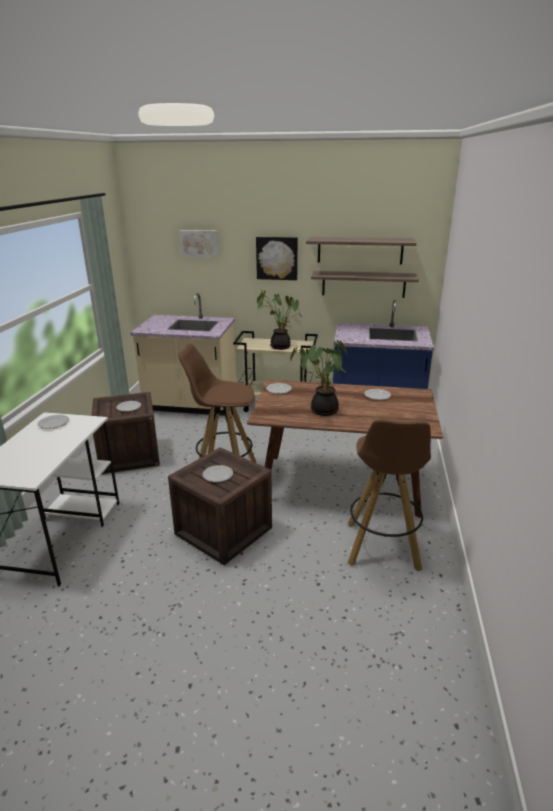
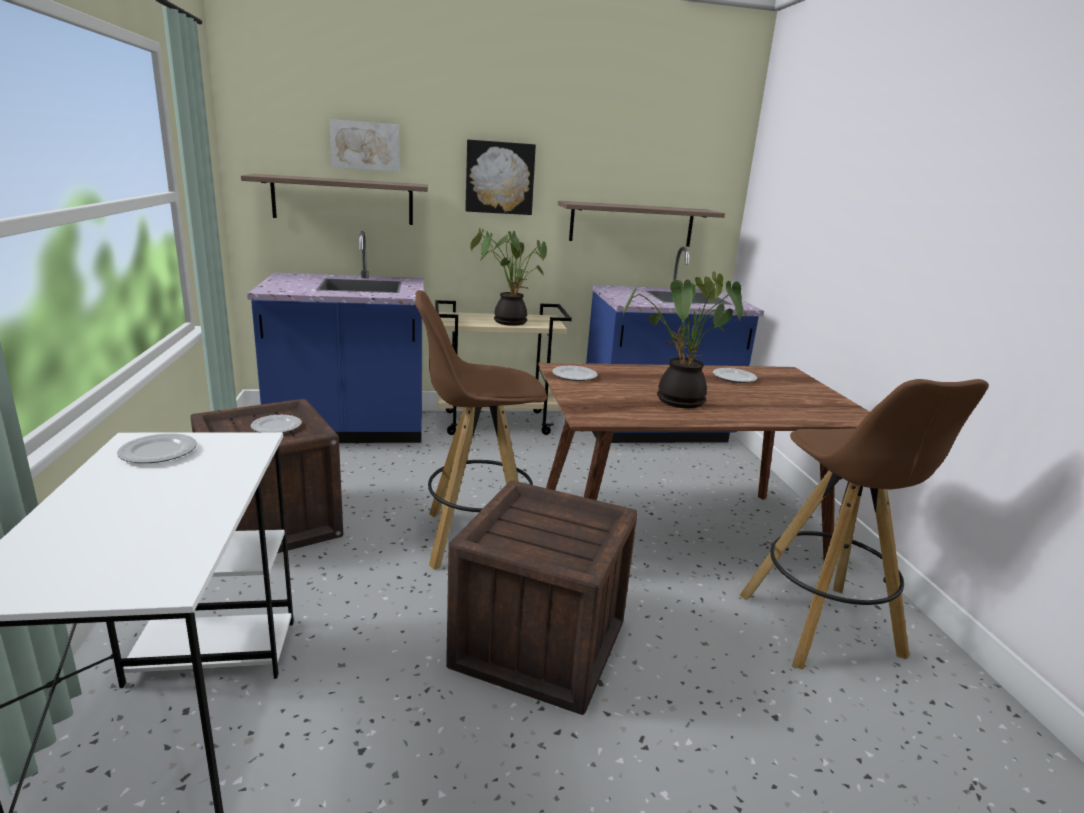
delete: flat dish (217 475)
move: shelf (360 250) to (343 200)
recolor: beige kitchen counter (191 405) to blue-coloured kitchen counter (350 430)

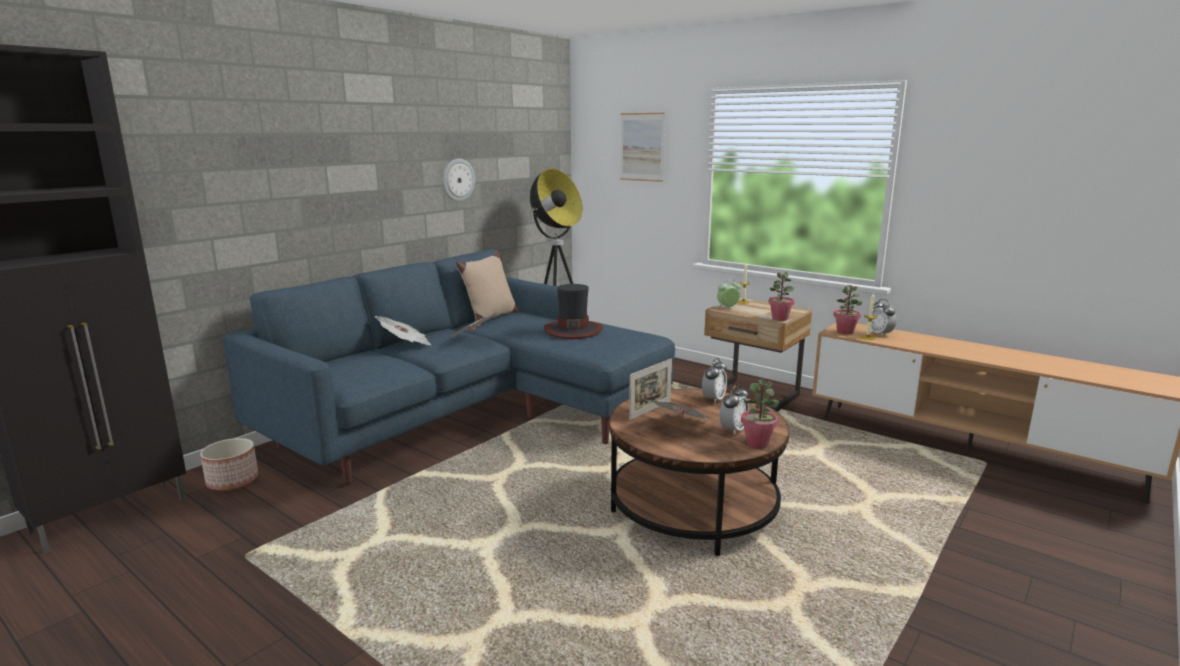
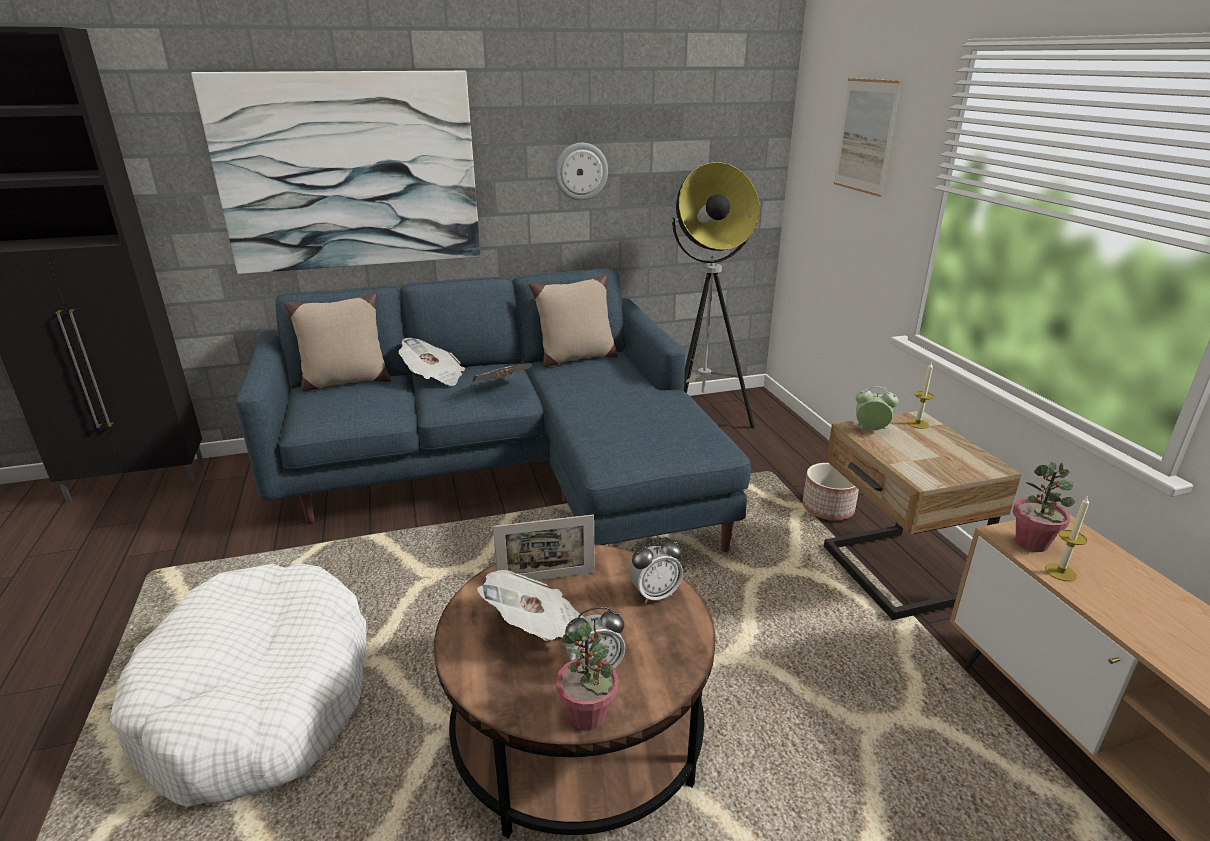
delete: houseplant (779 318); clothing hat (573 330); alarm clock (880 334)
insert: wall picture (350 172); beige cushion (345 382); white-coloured dog bed (260 699)
move: plant pot (233 481) to (828 509)

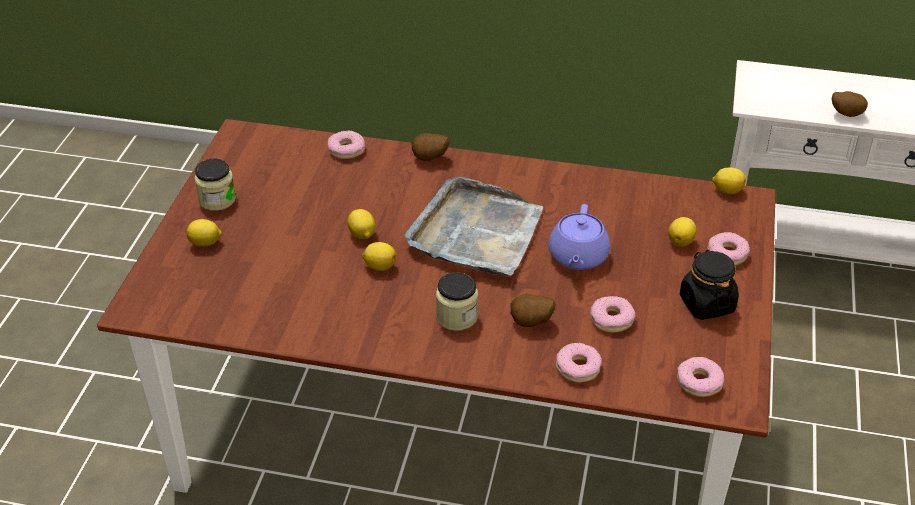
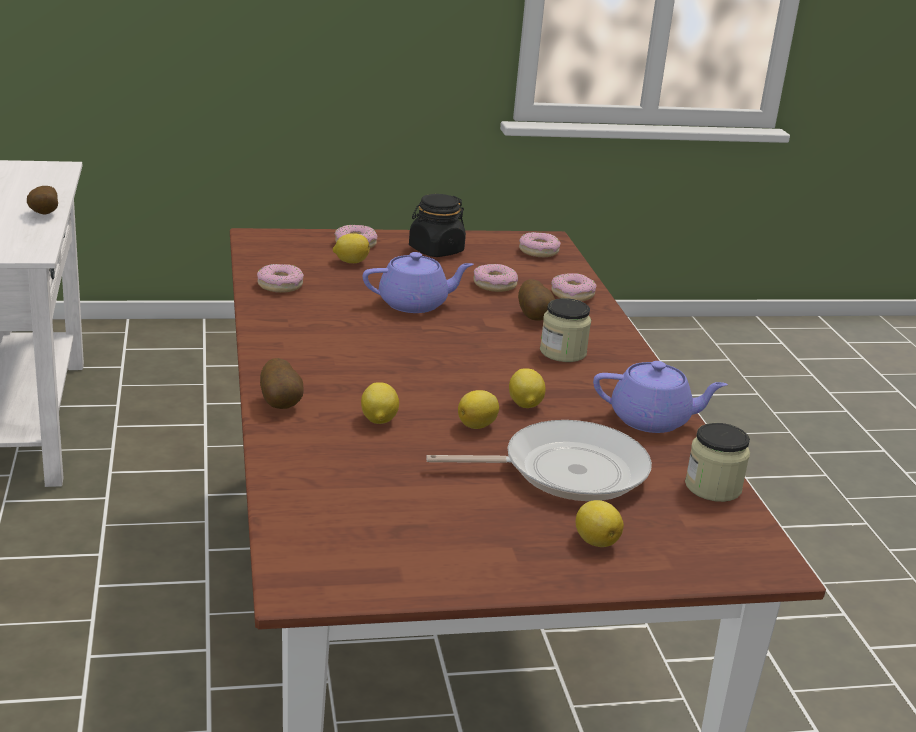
delete: gray tray (476 232)
insert: purple teapot (652 420); frying pan (566 471)
move: doughnut (346 150) to (280 285); preserve jar (217 199) to (713 487); whole lemon (727 190) to (378 420)

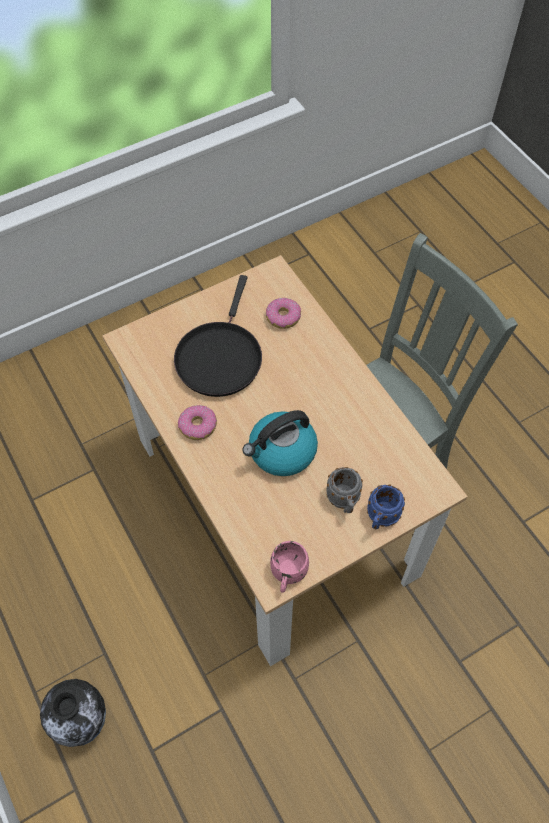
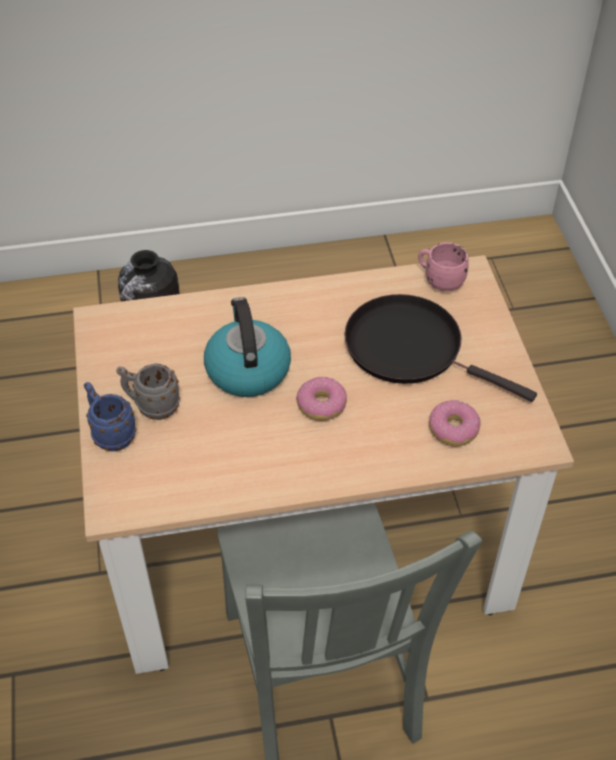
move: doughnut (198 426) to (321 405); pinkish mug (288 574) to (439 280)

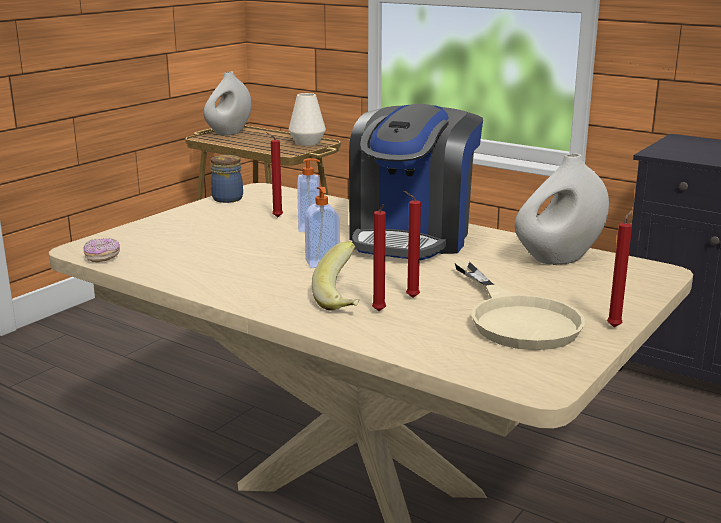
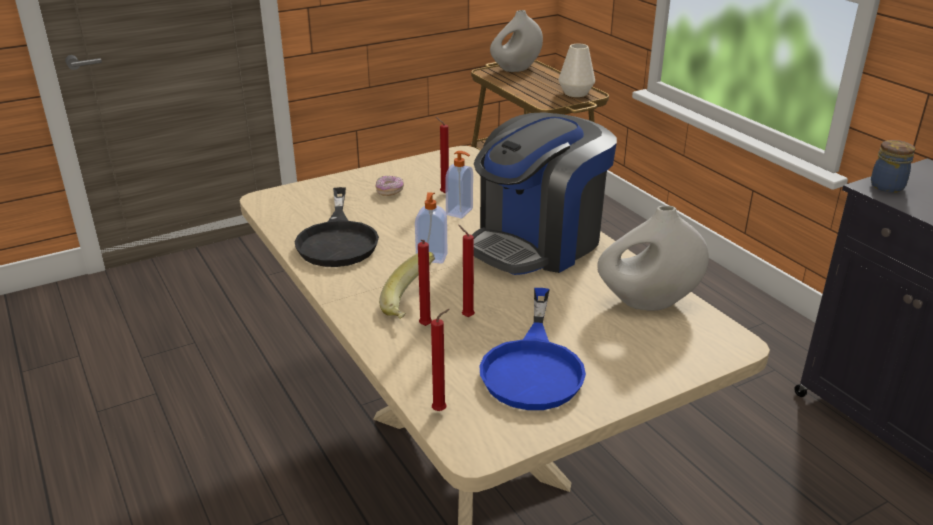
insert: blackish frying pan (338 239)
move: preserve jar (228 198) to (887 186); red-coloured wax light (615 326) to (441 410); doughnut (102 258) to (389 191)
recolor: beige frying pan (516 318) to blue-coloured frying pan (533 366)

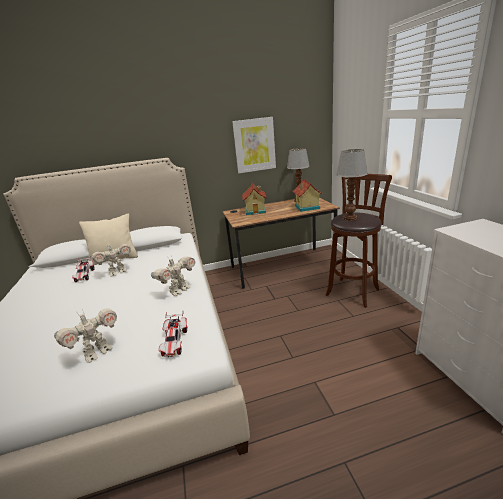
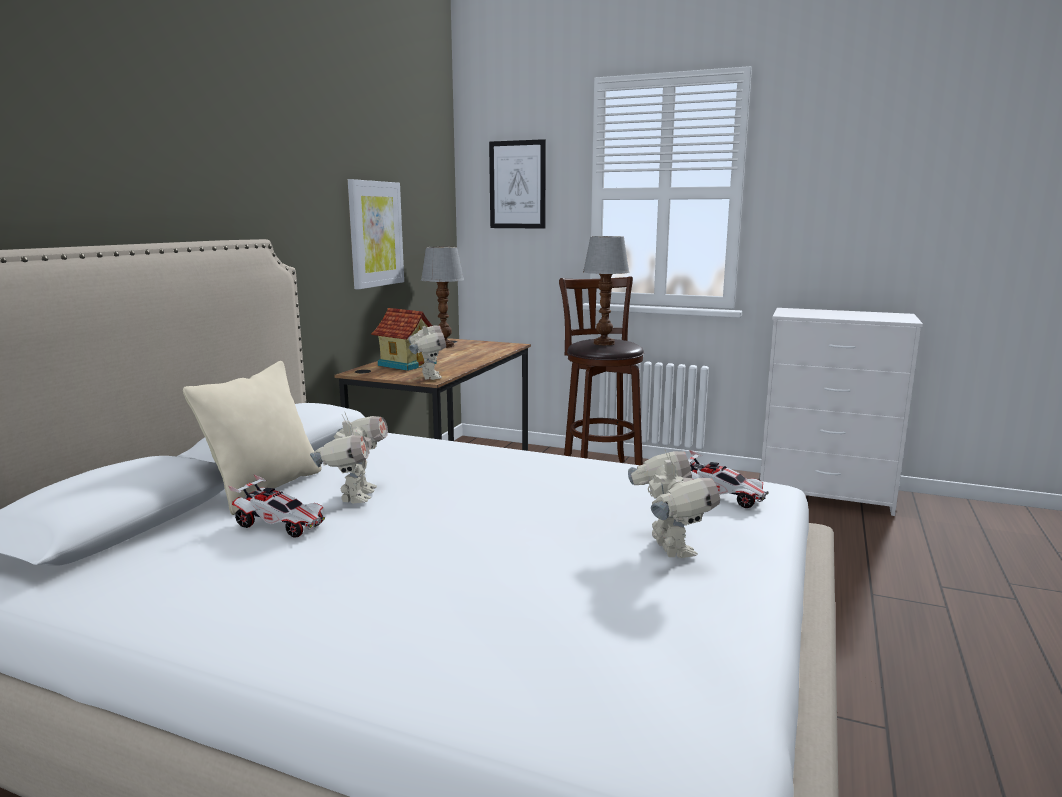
delete: model house (306 207)
insert: wall picture (517 185)
move: robot figure (179 290) to (429 377)

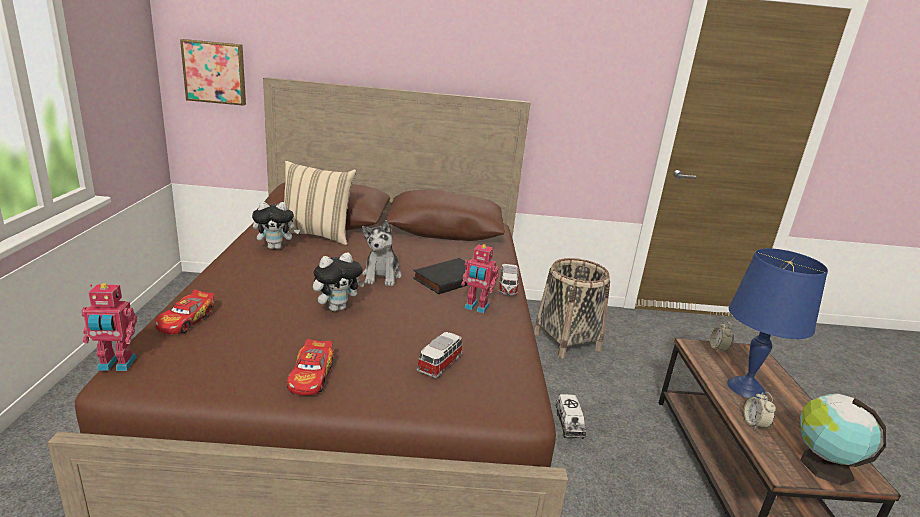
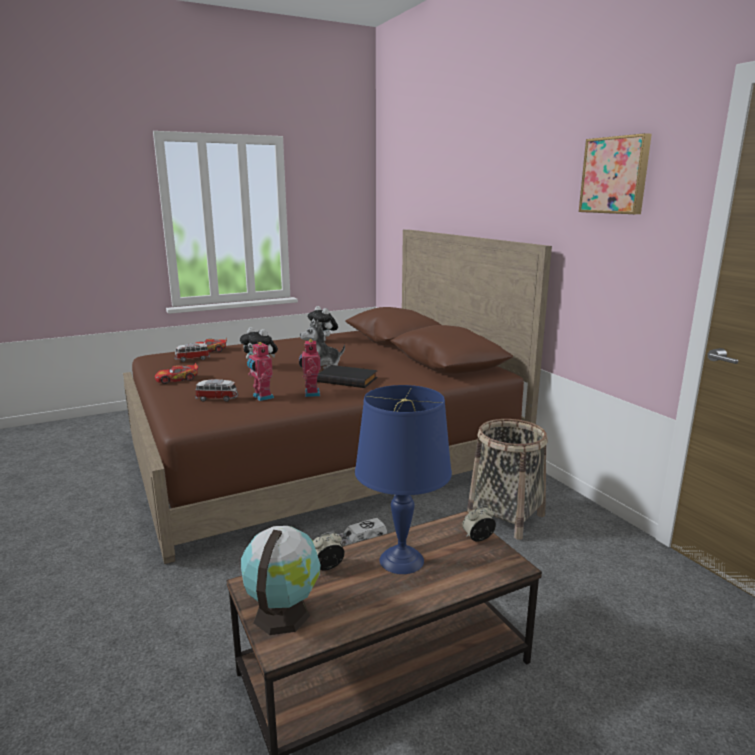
delete: beige cushion (316 235)
move: wall picture (215 72) to (615 175); miniature car (507 288) to (192 359); robot figure (116 365) to (261 397)

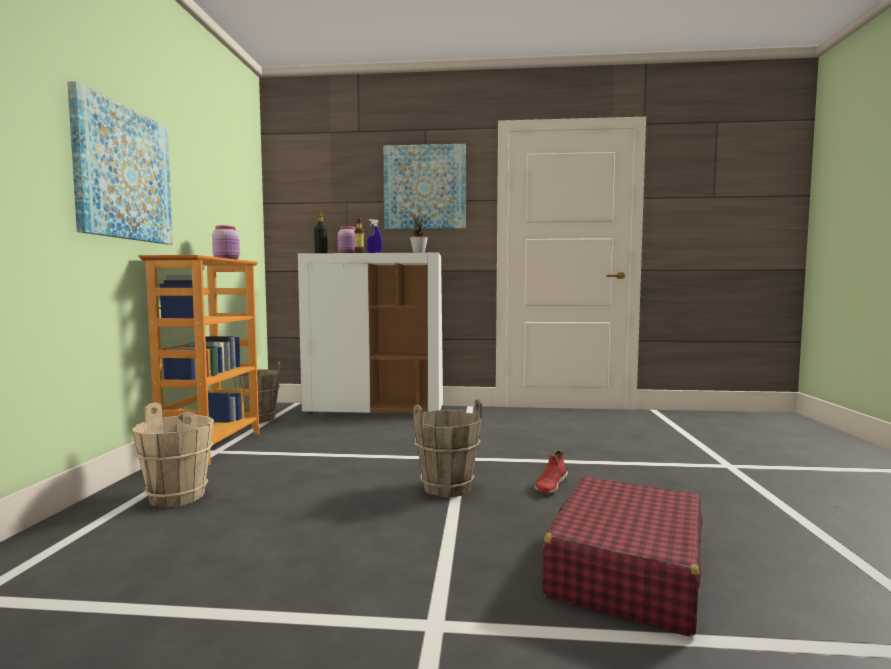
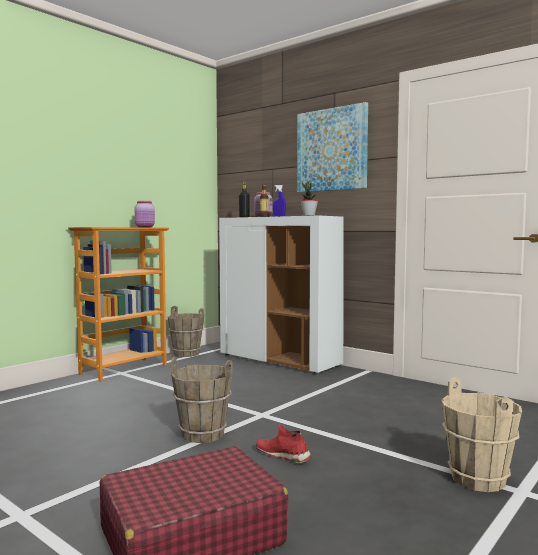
delete: wall picture (123 174)
move: beige water bucket (178 497) to (478 479)
rotate: red-coloured low shoe (550 485) = (283 455) 60 degrees clockwise

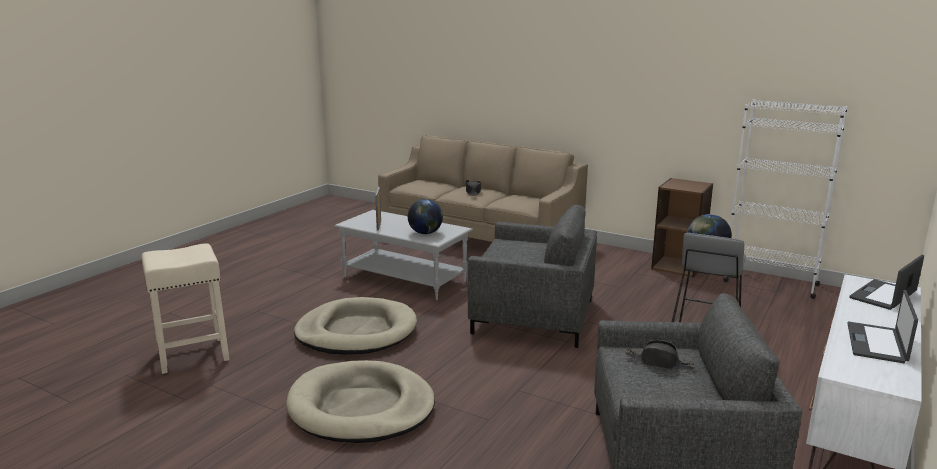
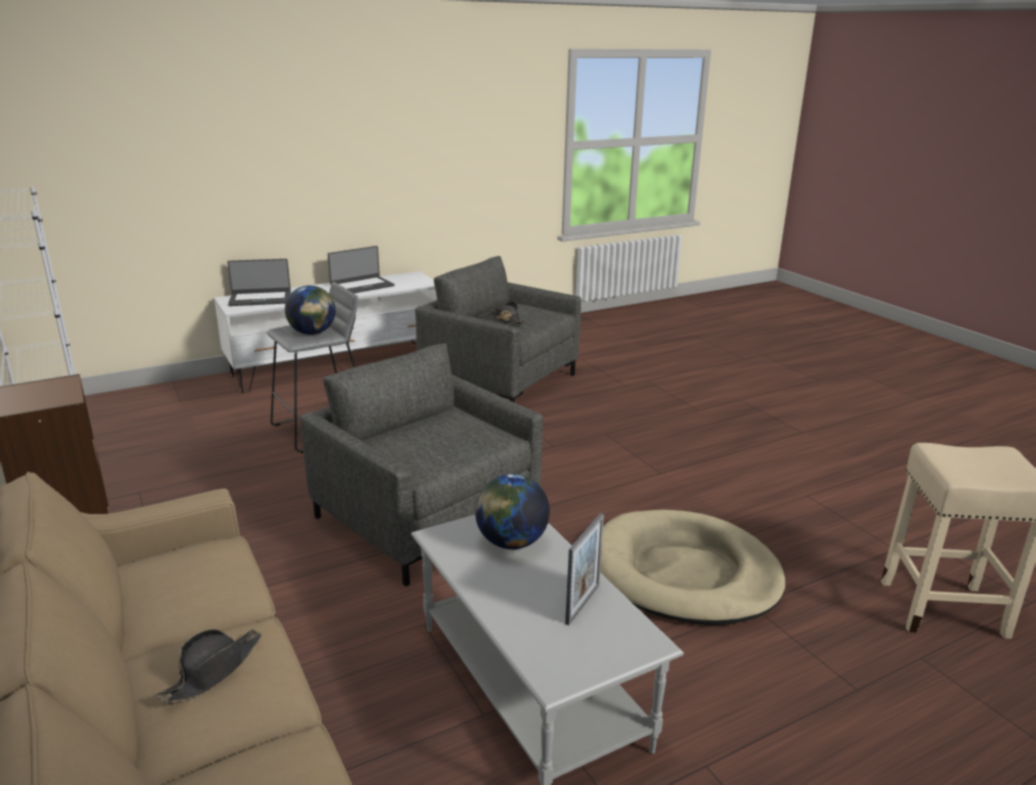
delete: beige dog bed (361 407)

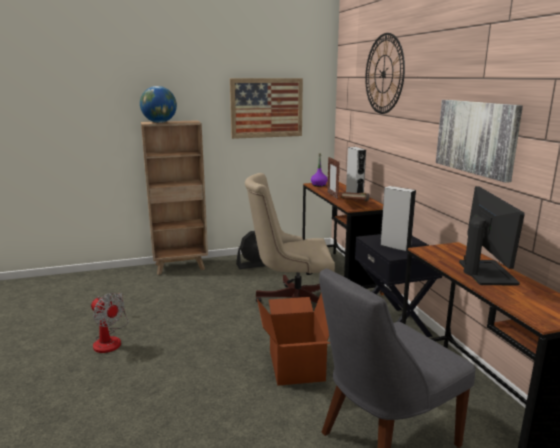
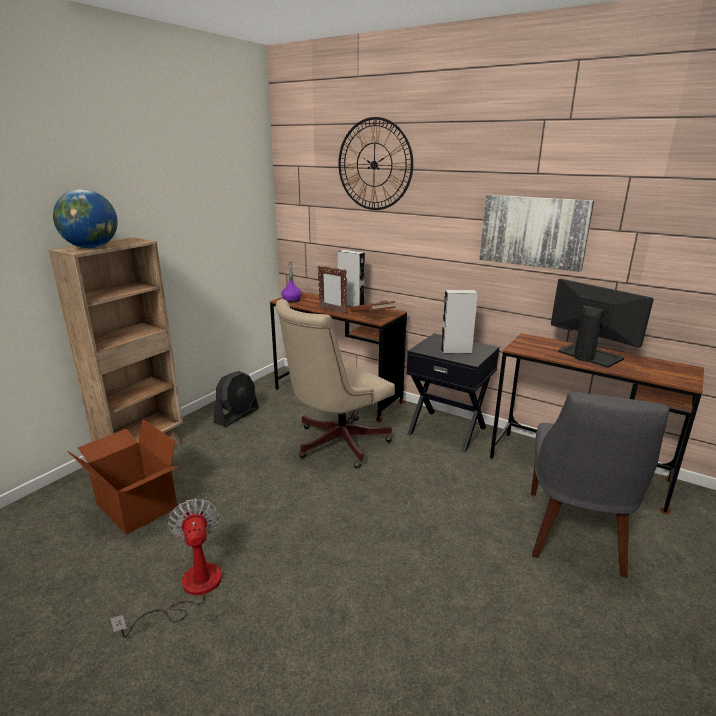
delete: wall picture (266 108)
move: packing box (295 366) to (135 507)
rotate: fan (110 339) = (190 590) 105 degrees counterclockwise

